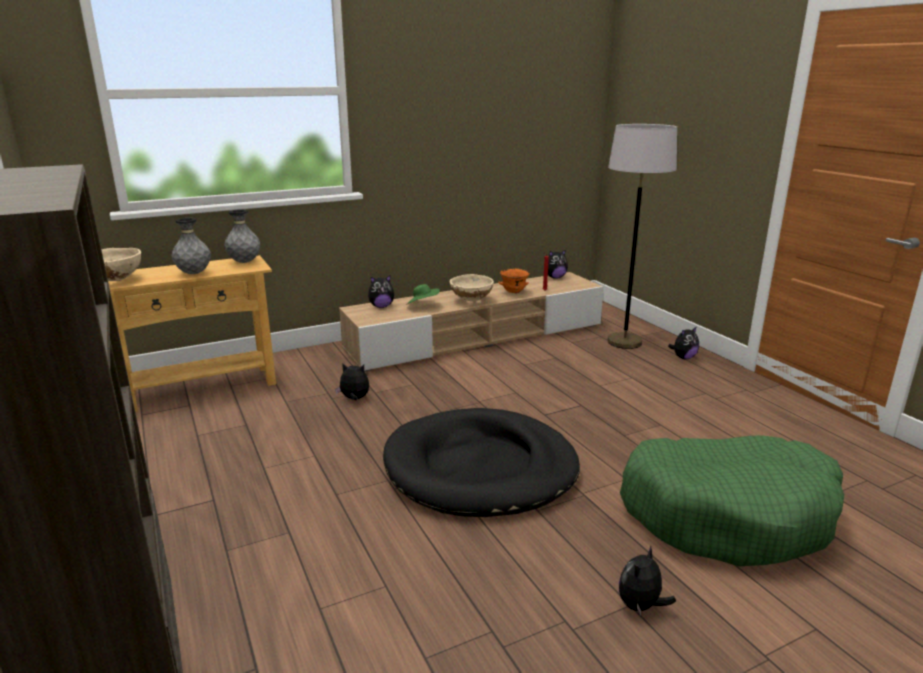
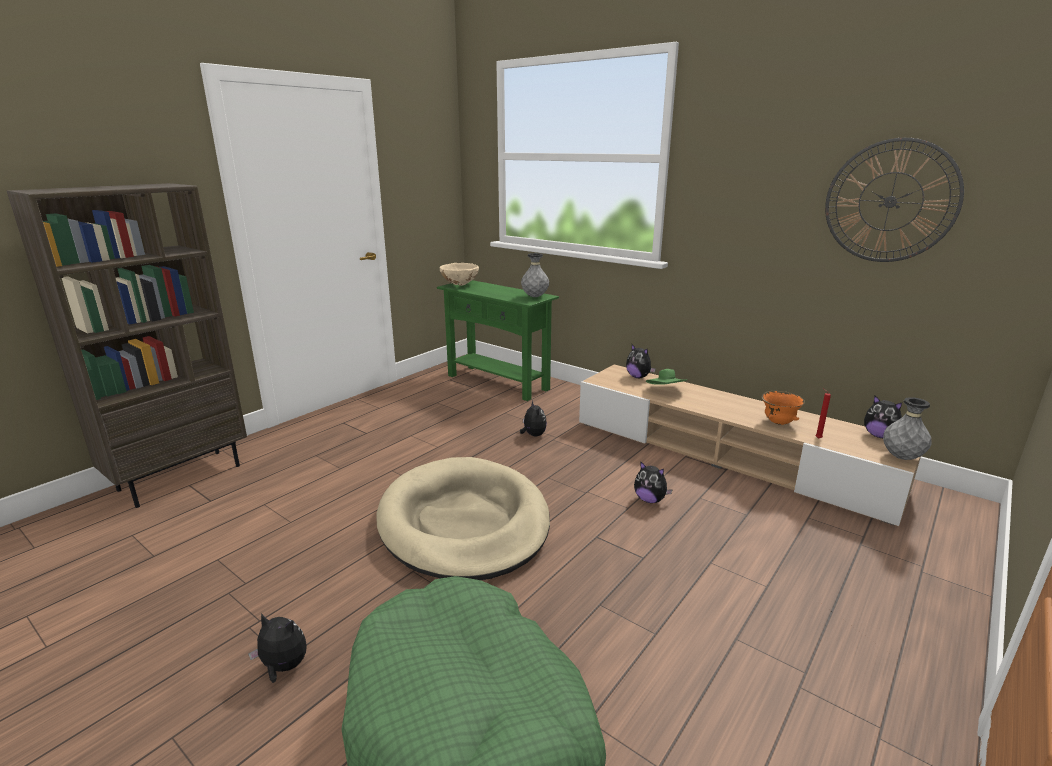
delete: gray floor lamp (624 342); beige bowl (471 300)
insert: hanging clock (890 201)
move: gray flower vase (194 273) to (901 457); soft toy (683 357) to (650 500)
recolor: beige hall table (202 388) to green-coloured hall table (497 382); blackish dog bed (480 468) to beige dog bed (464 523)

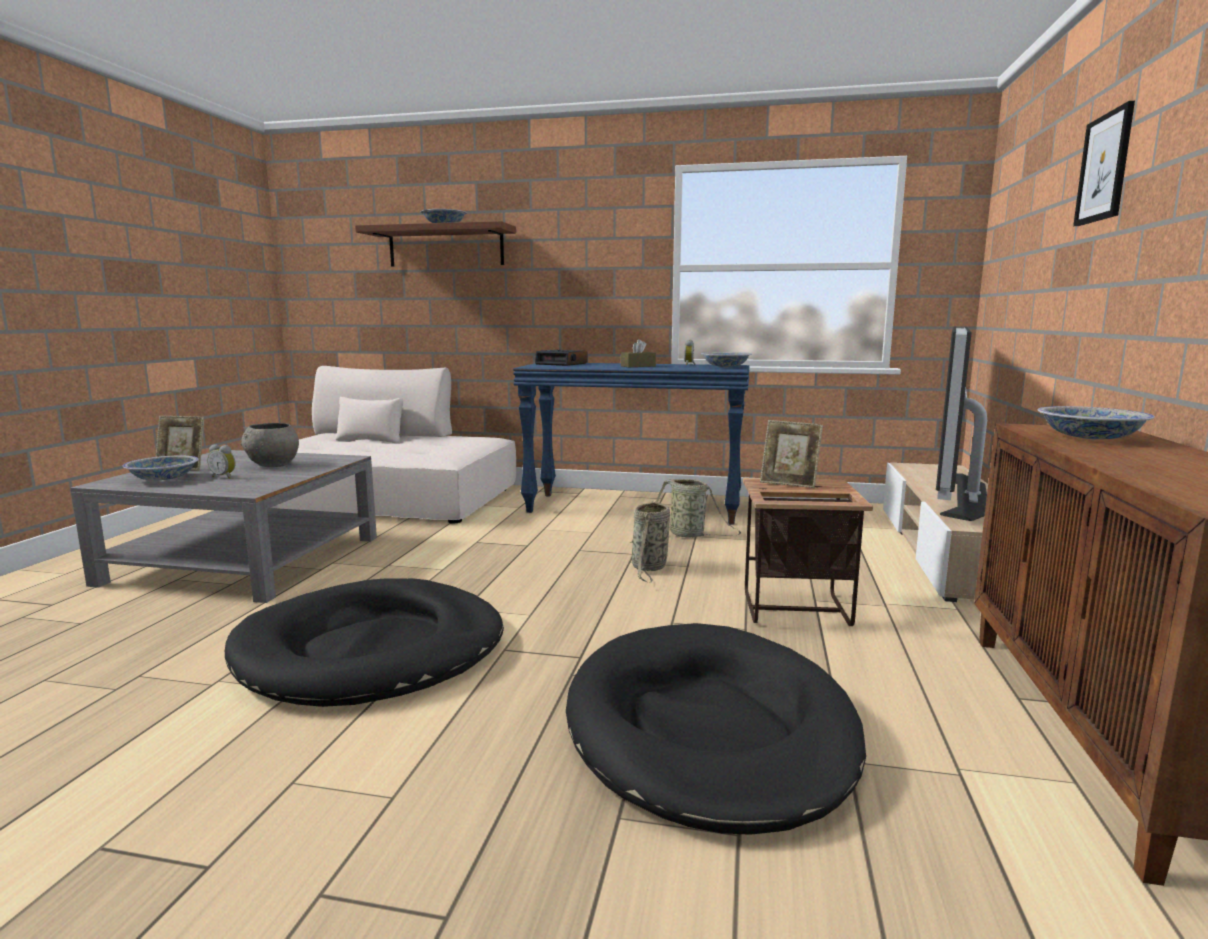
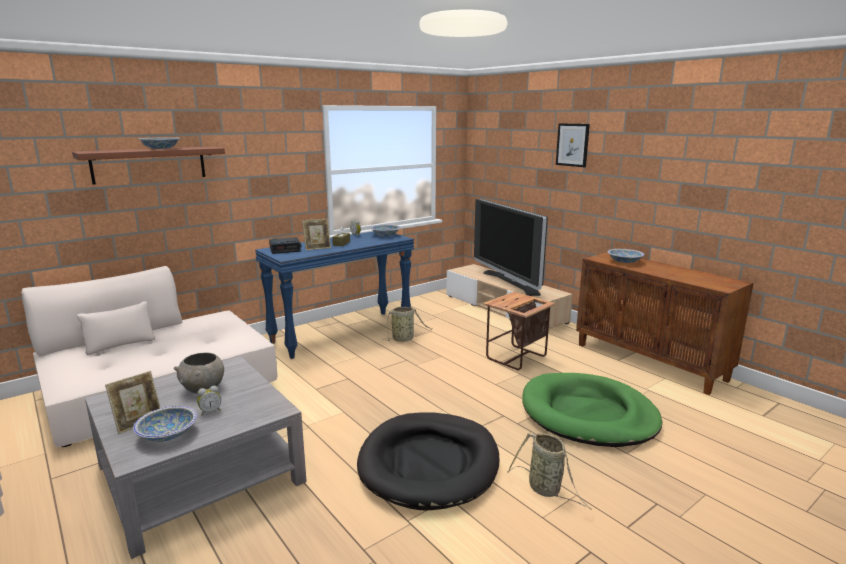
move: picture frame (789 483) to (317 248); basket (649 568) to (546 490)
recolor: blackish dog bed (709 729) to green-coloured dog bed (588 414)

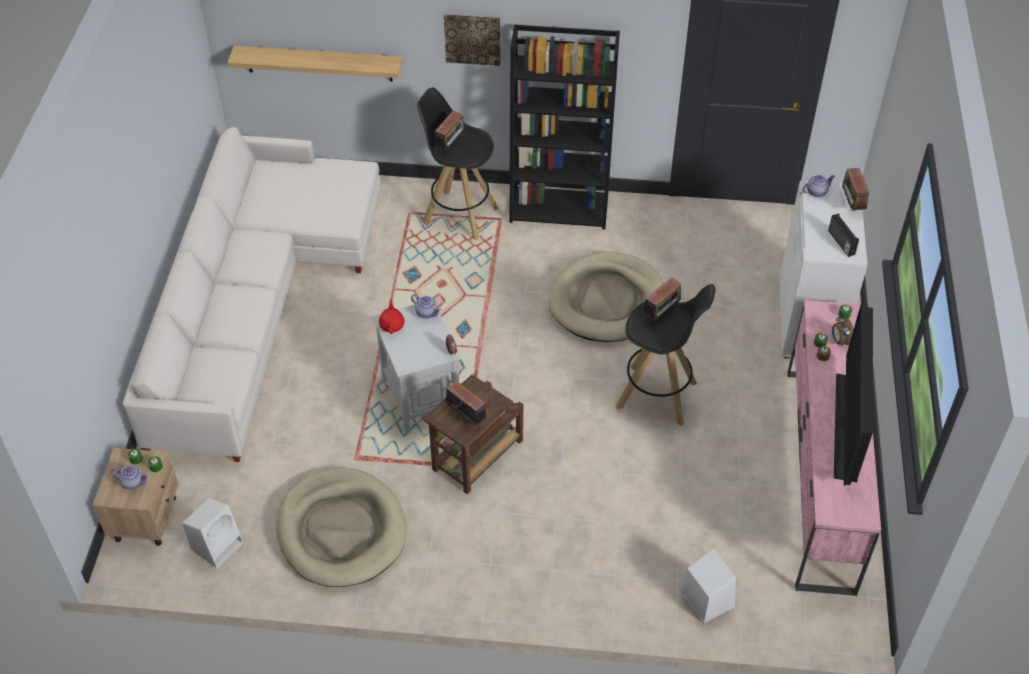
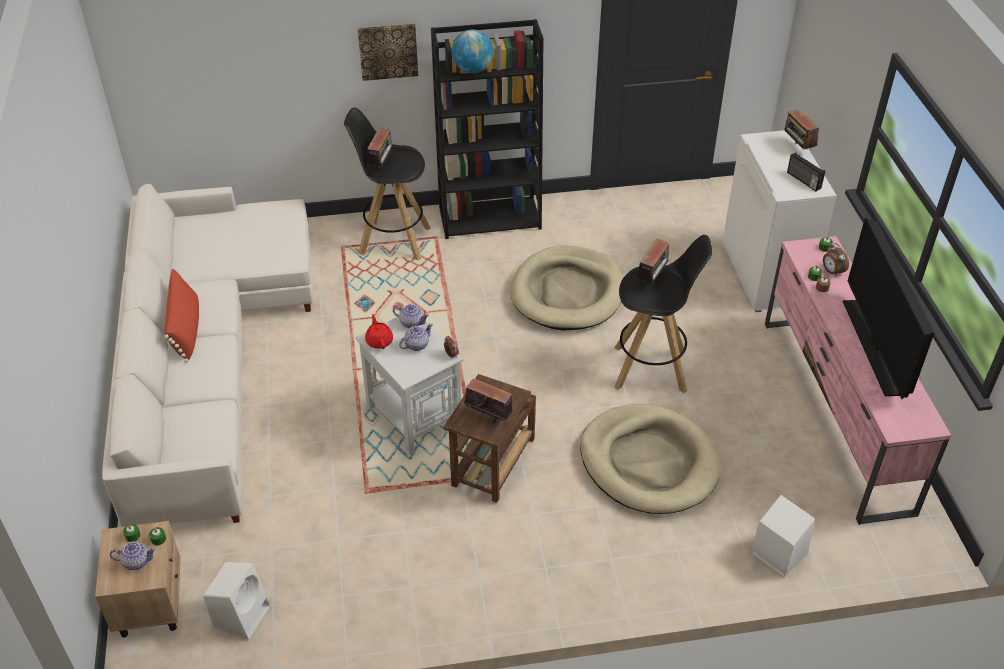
delete: shelf (319 63)
insert: world globe (473 70); red-coloured cushion (186 329)
move: teapot (816 191) to (416 345); beige dog bed (341 530) to (648 463)

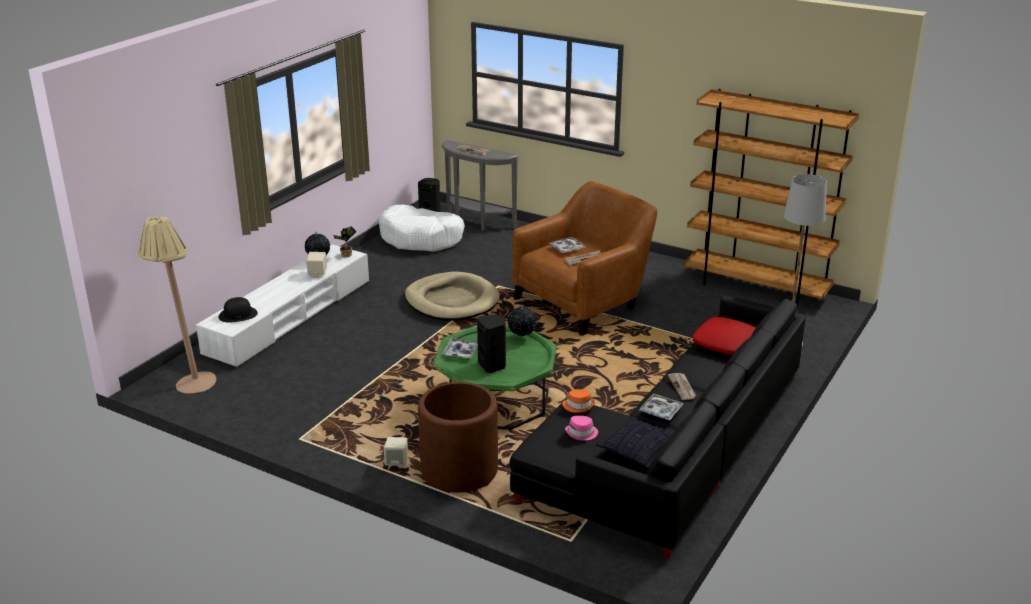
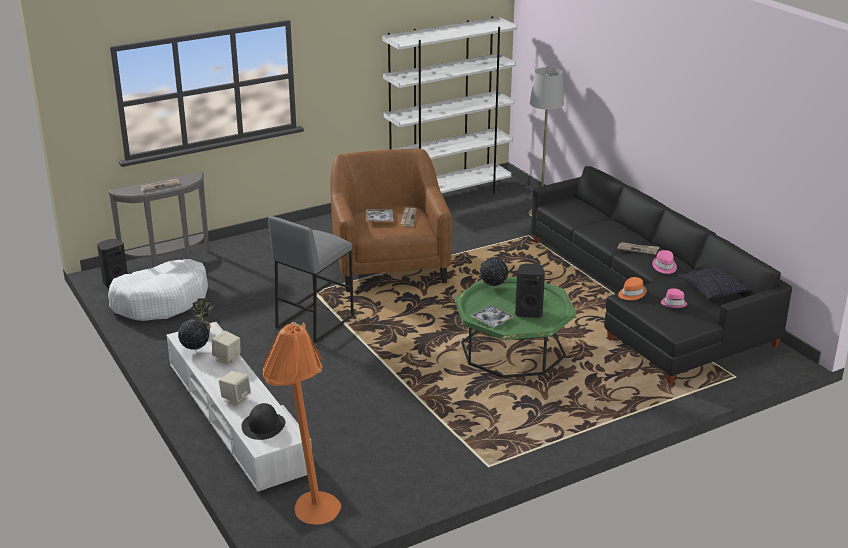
delete: red-coloured cushion (725 343); brown-coloured plant pot (459 470)
move: beige speaker (397 463) to (236 399)
replace: beige dog bed (452 301) to gray sitting stool (314 321); tray (660 411) to pinkish clothing hat (664 267)
recolor: brown-coloured bookshelf (756 288) to white-coloured bookshelf (449 196); beige floor lamp (188 381) to orange-coloured floor lamp (307 513)

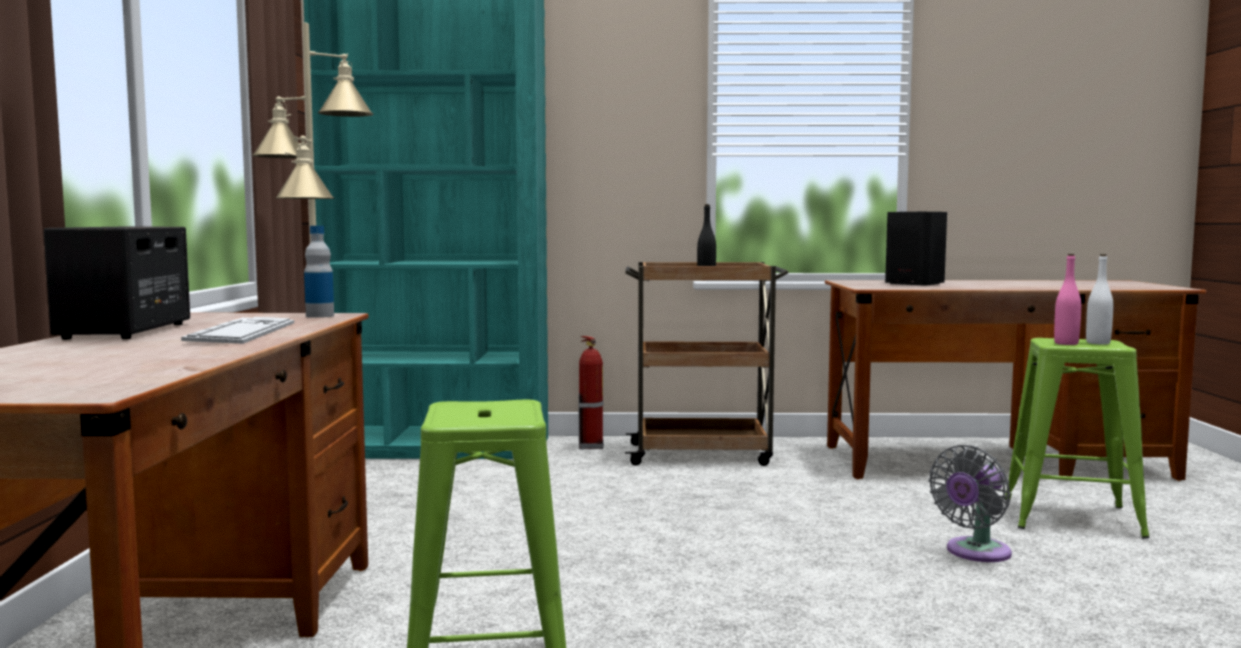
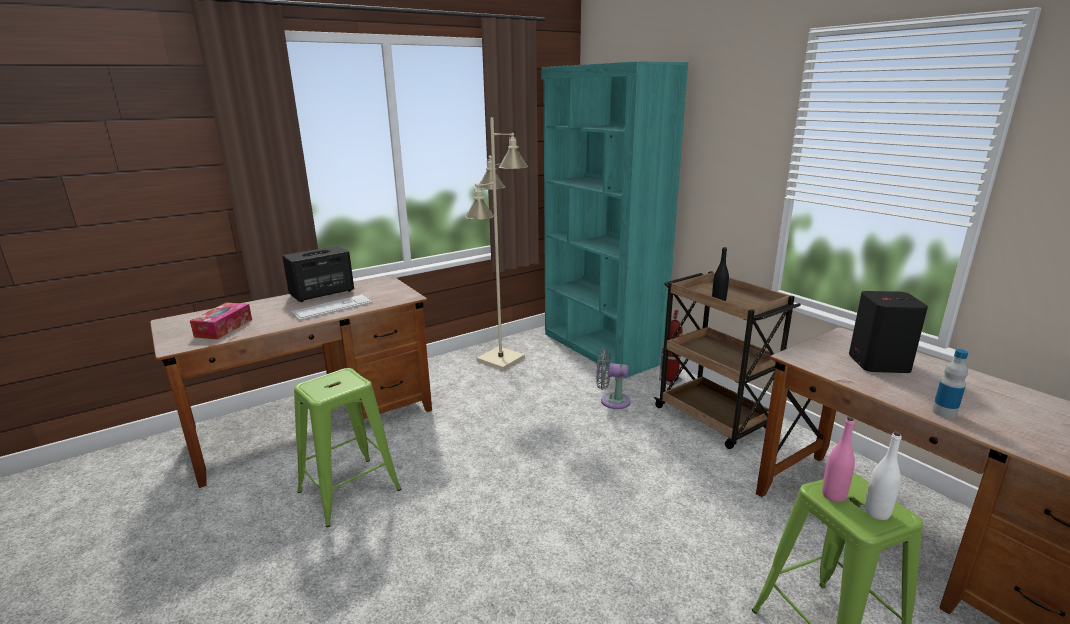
insert: box of tissues (224 328)
move: bottle (320 316) to (944 412); gray fan (974 553) to (611 401)

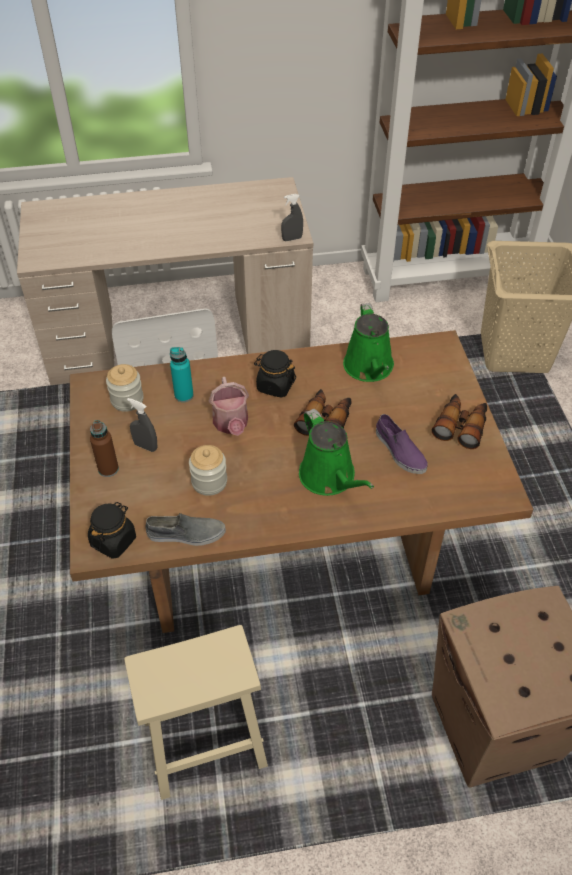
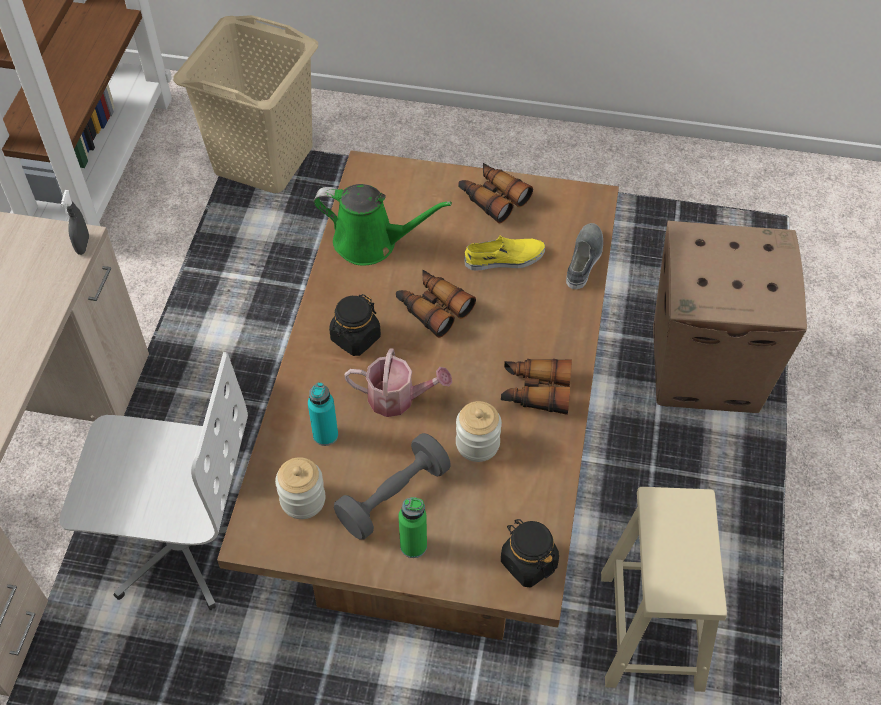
delete: green-coloured watering can (330 478)
insert: field glasses (535 391)
move: gray low shoe (186 534) to (584 259)
replace: gray hand sprayer (145 446) to gray hand weight (393 496)
recolor: purple low shoe (399 451) to yellowish low shoe (505 259); brown-coloured bottle (108 469) to green-coloured bottle (413 546)

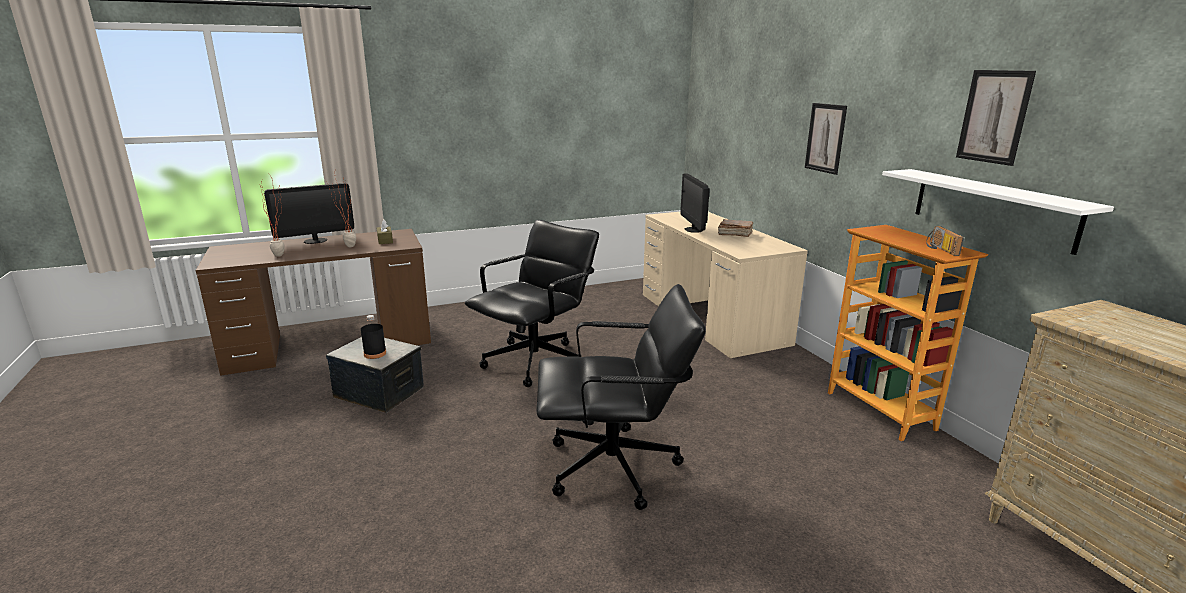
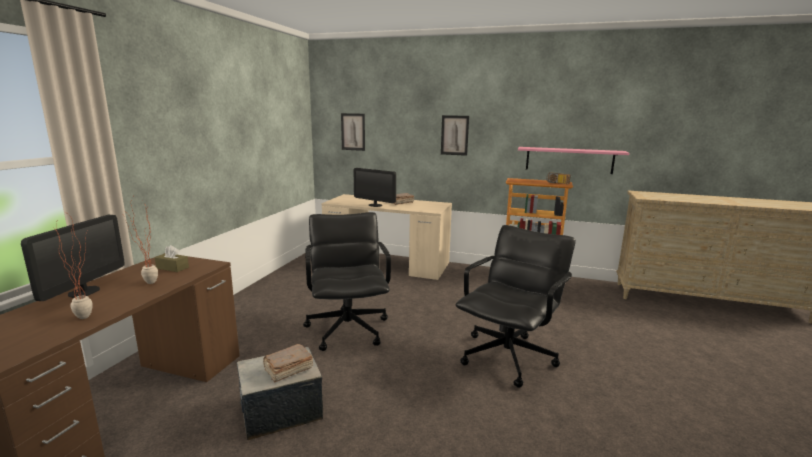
move: wall picture (994 116) to (353 132)
replace: blackish bottle (375 354) to brown-coloured book (288 370)
recolor: white-coloured shelf (992 208) to pinkish shelf (569 160)

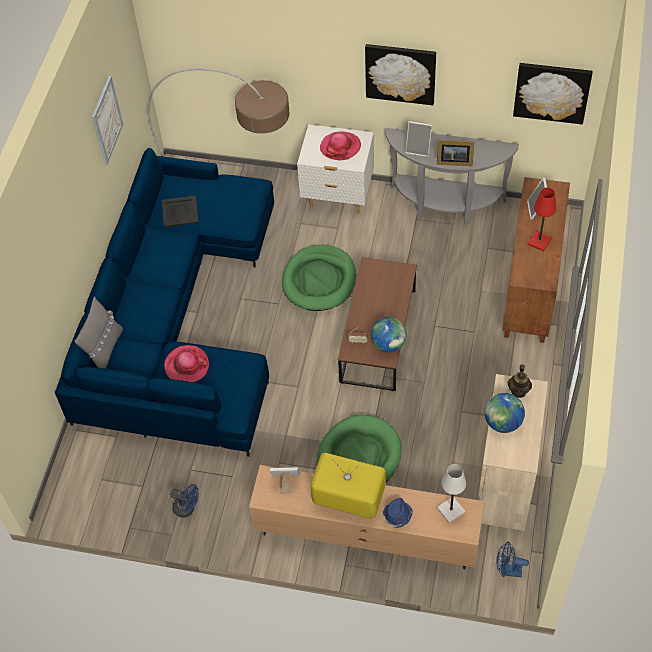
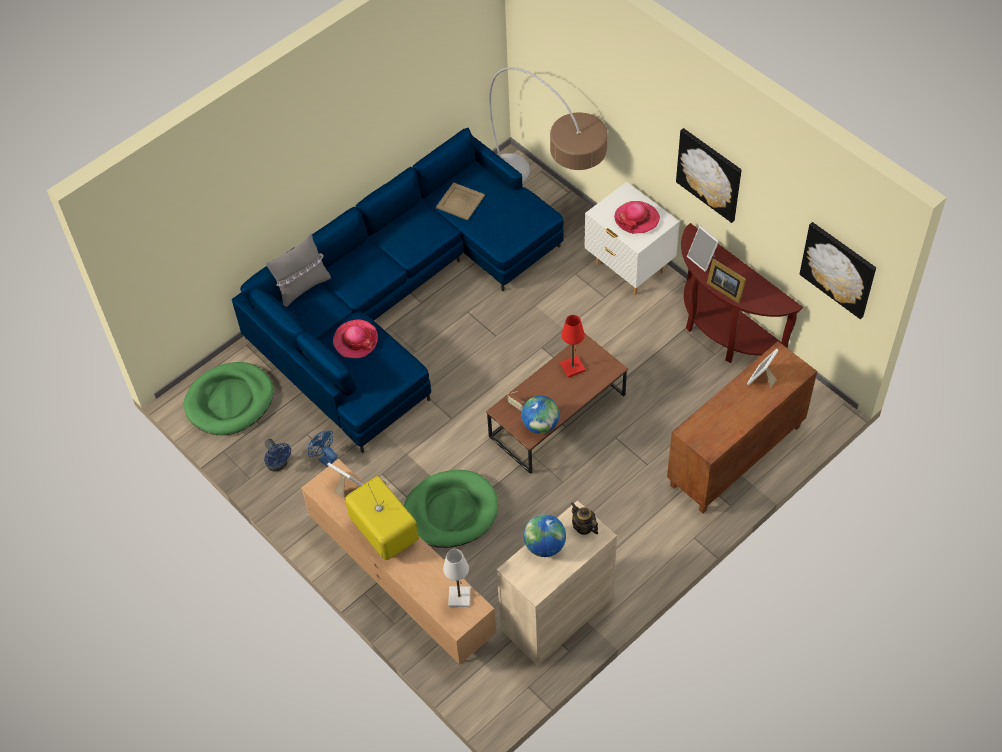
delete: wall picture (107 120); blue-coloured clothing hat (397 515)
move: red-coloured tabletop lamp (539 241) to (572 367); green-coloured dog bed (319 280) to (230 401); blue-coloured fan (507 571) to (326 460)
recolor: gray hall table (445 204) to brown-coloured hall table (723 331); blackish tray (179 211) to beige tray (460 201)
rotate: teapot (519 390) = (584 527) 90 degrees clockwise

